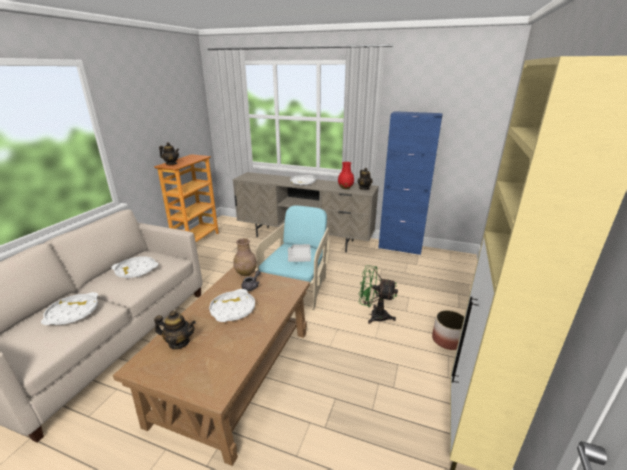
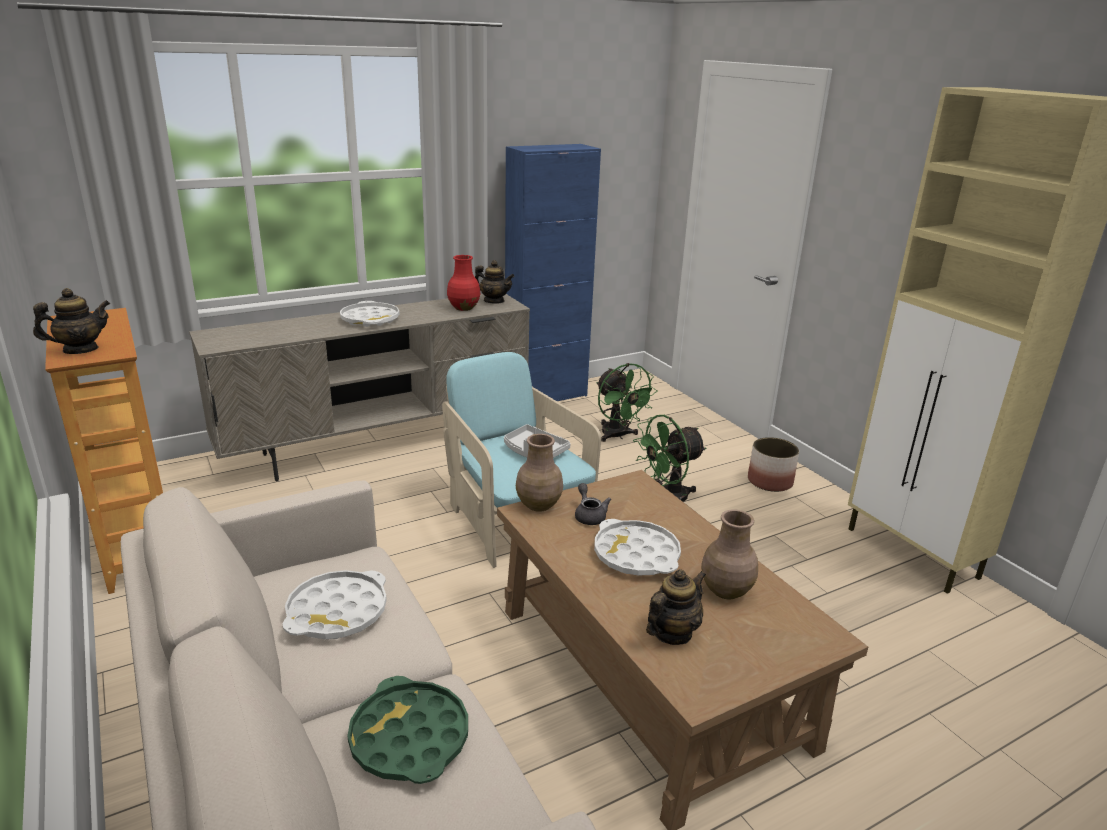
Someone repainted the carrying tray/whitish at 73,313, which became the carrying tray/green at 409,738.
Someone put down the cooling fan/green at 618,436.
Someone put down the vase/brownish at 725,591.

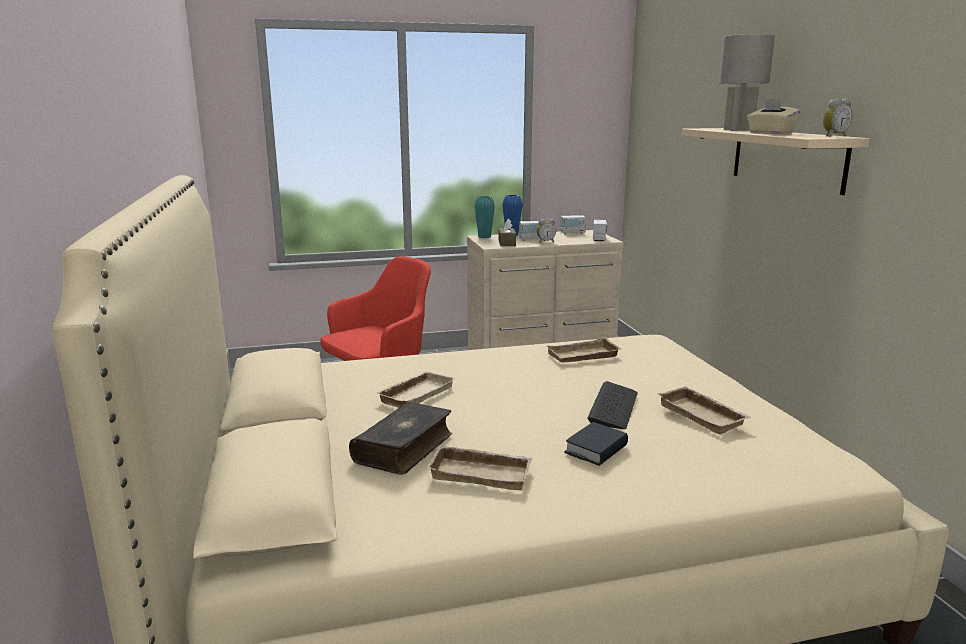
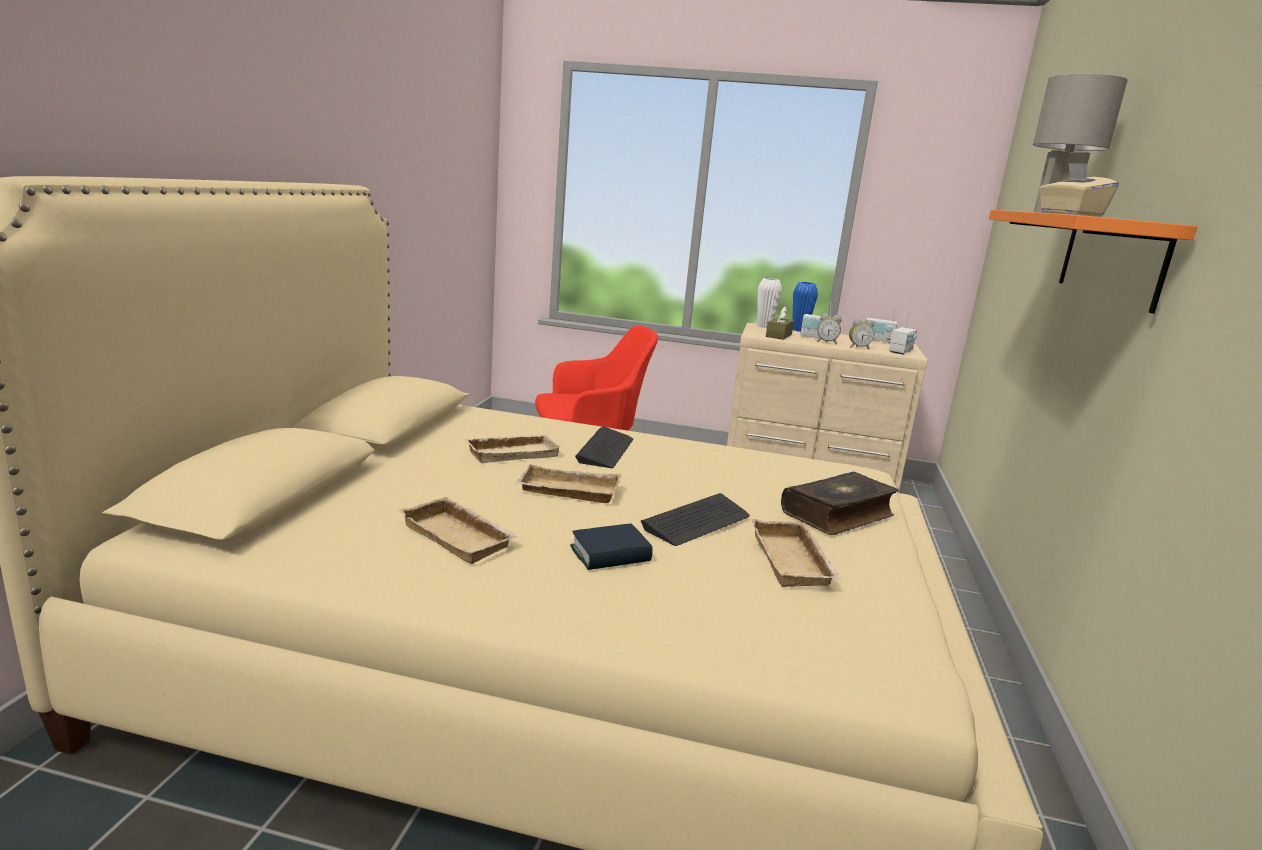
Someone carried the book from 405,448 to 838,515.
Someone repainted the vase/blue-green at 484,237, which became the vase/whitish at 764,326.
Someone carried the carrying tray/beige from 583,356 to 567,491.
Someone repainted the bracket shelf/beige at 787,158, which became the bracket shelf/orange at 1111,258.
Someone carried the table clock from 833,136 to 858,348.
Someone put down the PC keyboard at 605,450.

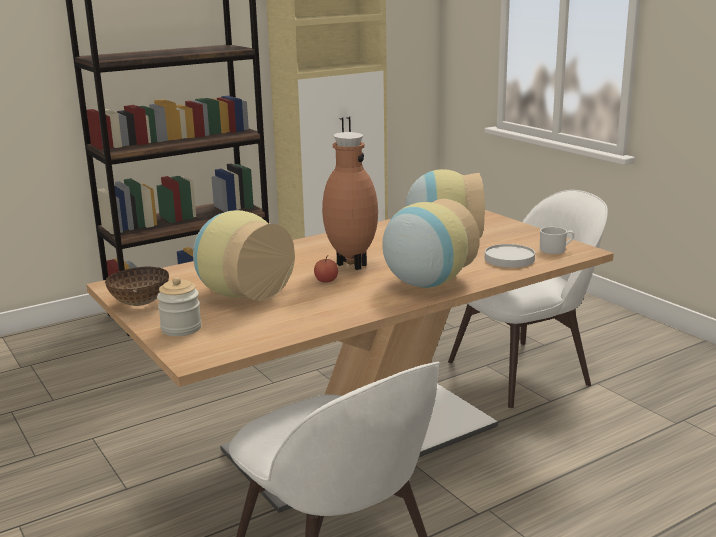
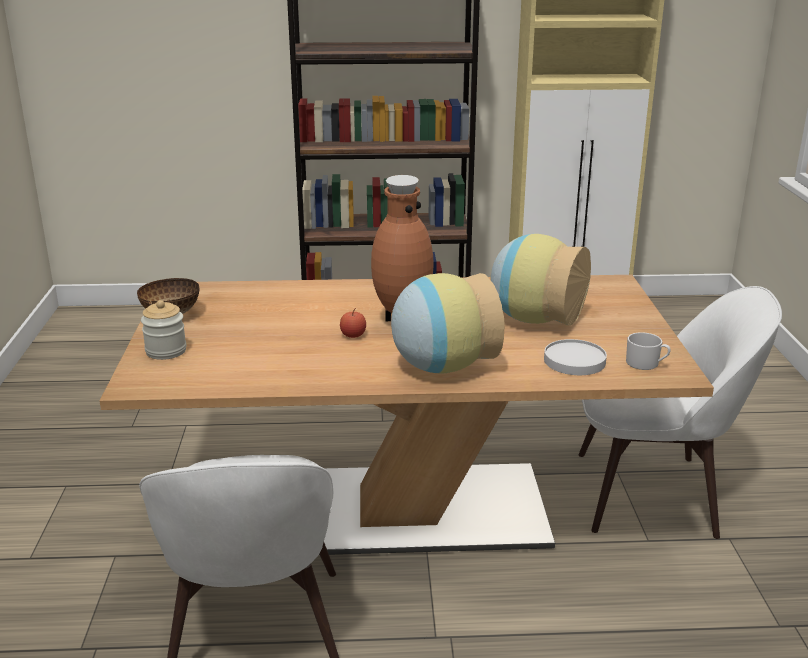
Someone took away the vase at 241,294.

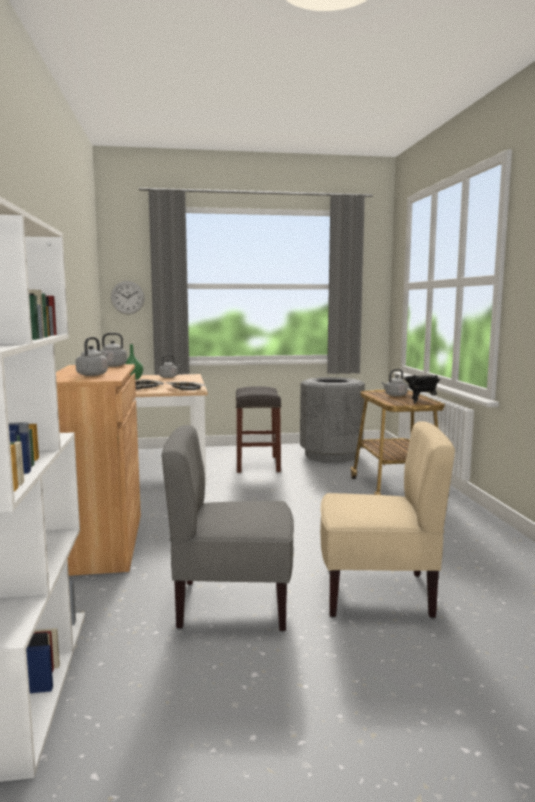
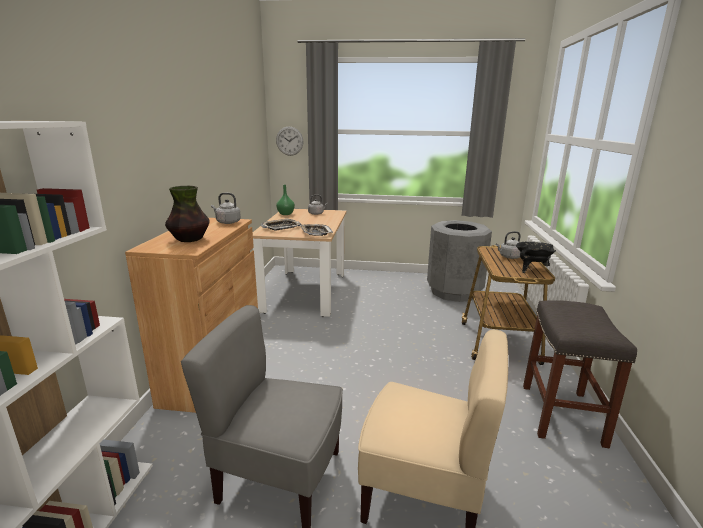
Someone swapped the tea kettle/greyish at 93,374 for the vase at 190,239.
Someone carried the stool/greyish from 258,464 to 562,415.

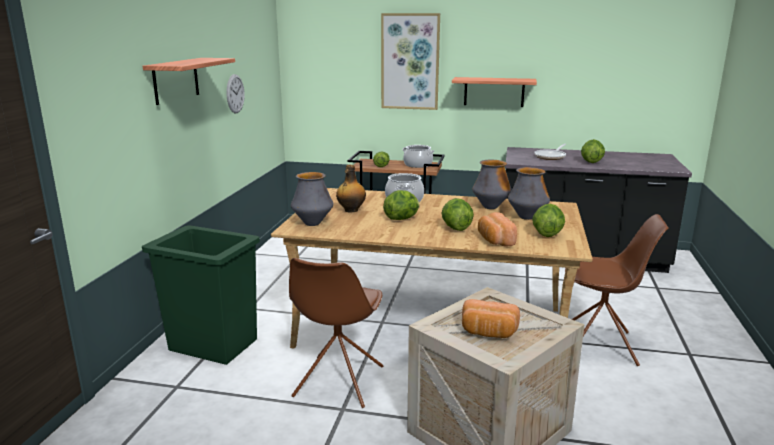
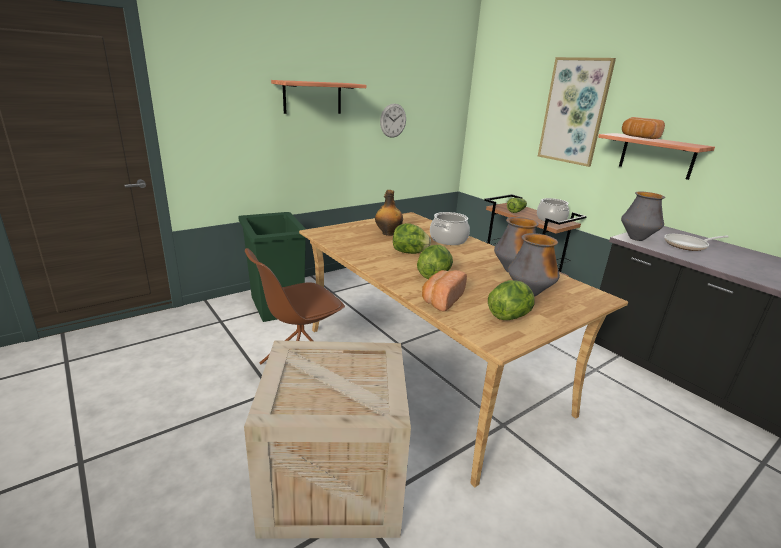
Someone carried the vase from 312,223 to 636,238.
Someone carried the bread from 488,333 to 638,137.
Someone took away the chair/brownish at 600,345.
Someone took away the lettuce at 590,162.

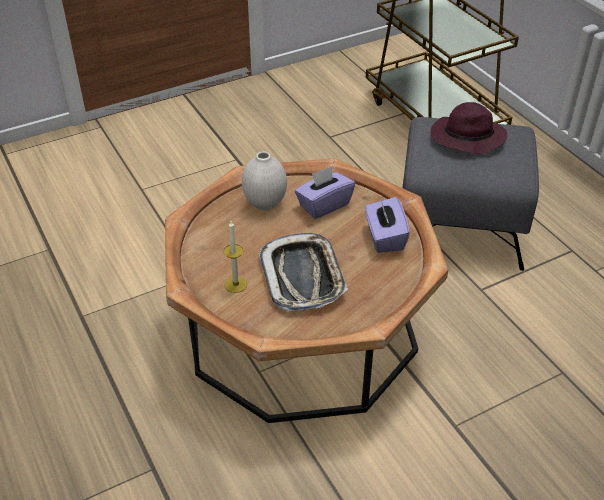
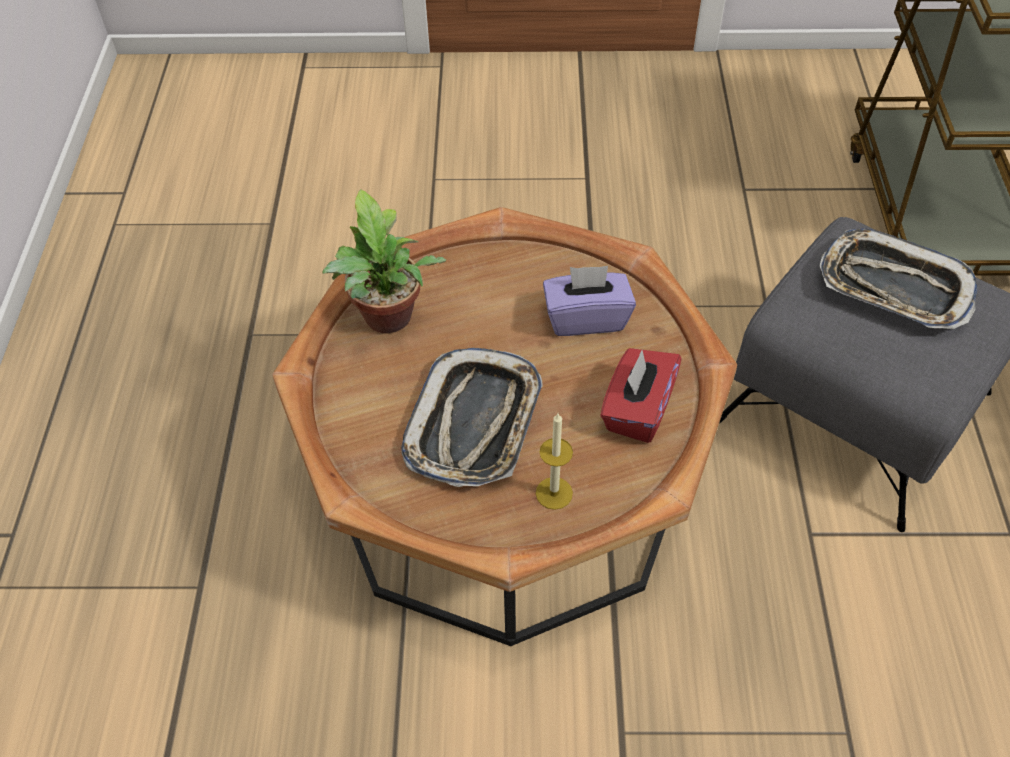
Someone carried the wax candle from 236,284 to 554,493.
Someone took away the vase/whitish at 265,204.
Someone repainted the tissue box/purple-coloured at 384,238, which became the tissue box/red at 637,410.
Someone swapped the hat/purple-coloured at 466,138 for the carrying tray at 893,287.
Someone put down the plant in a pot at 389,321.

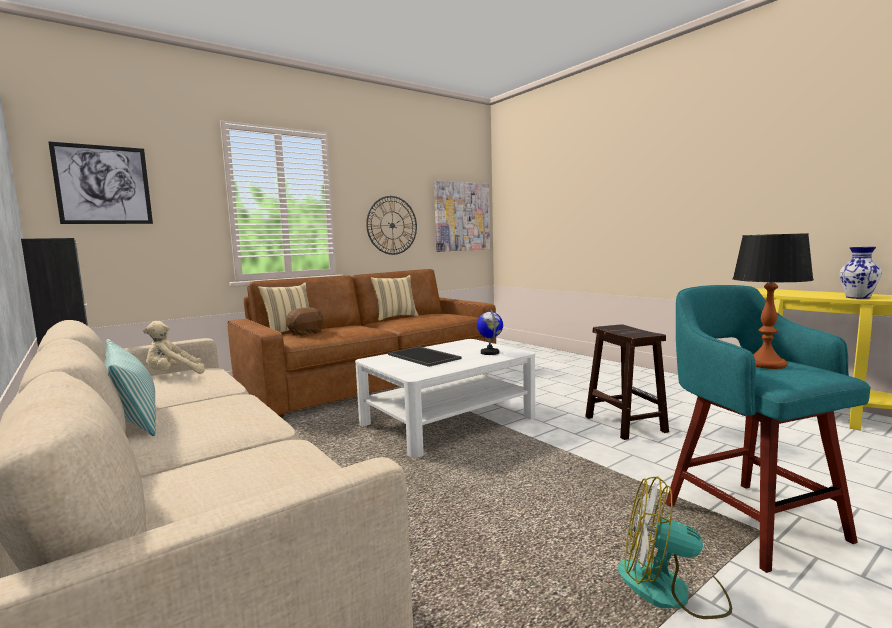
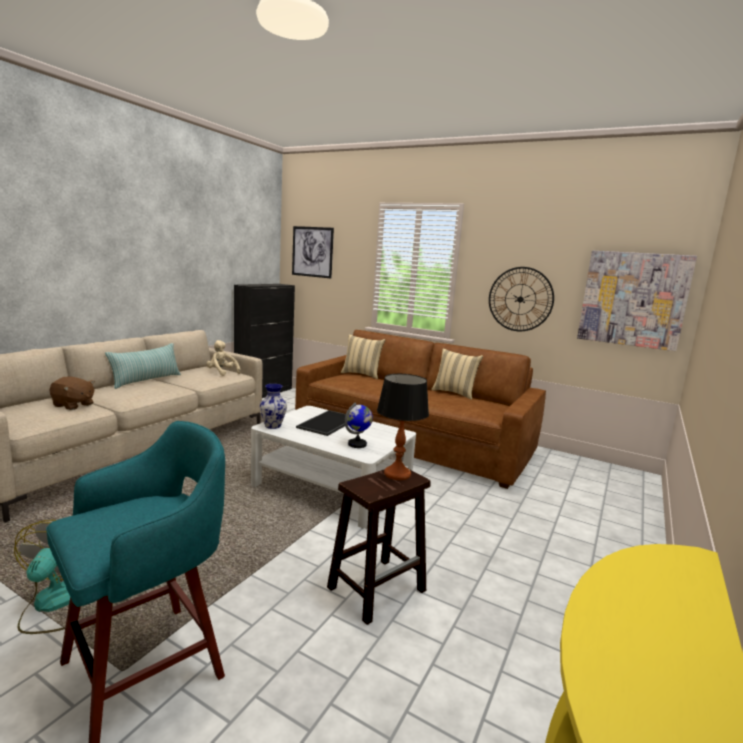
Someone carried the cuddly toy/brownish from 306,333 to 73,405.
Someone carried the lamp for a table from 766,364 to 397,474.
Someone carried the vase from 857,297 to 273,426.

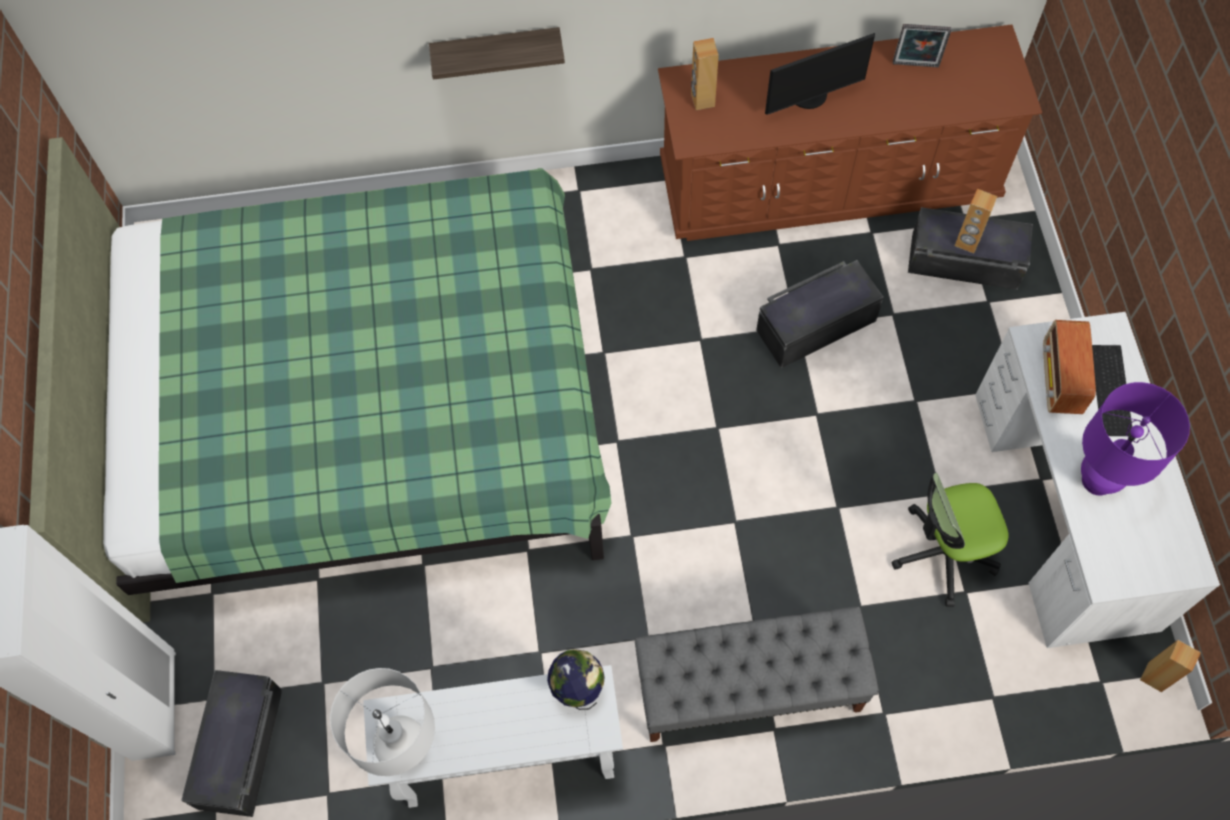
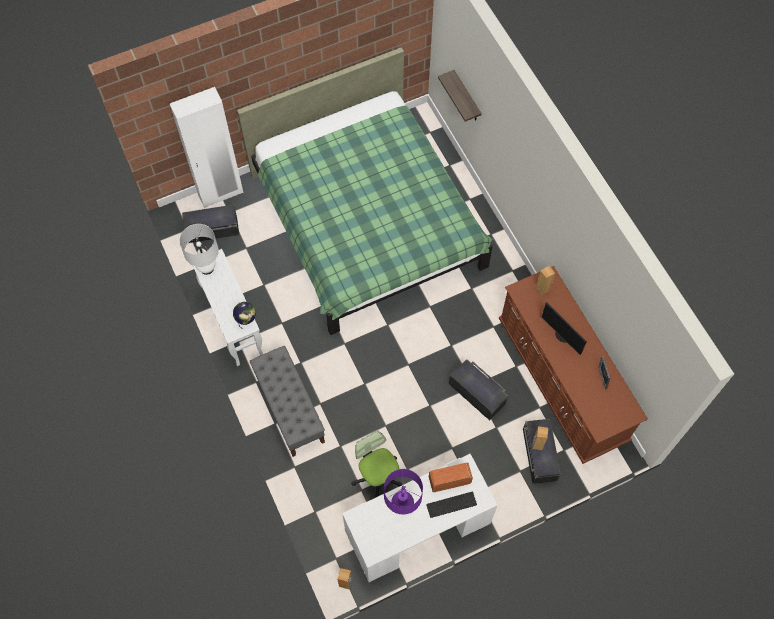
Someone carried the bracket shelf from 496,50 to 467,97.

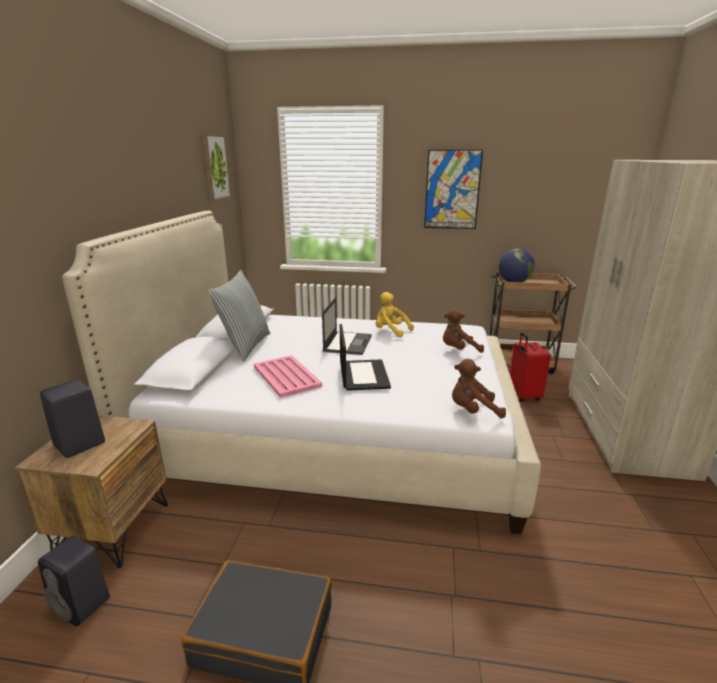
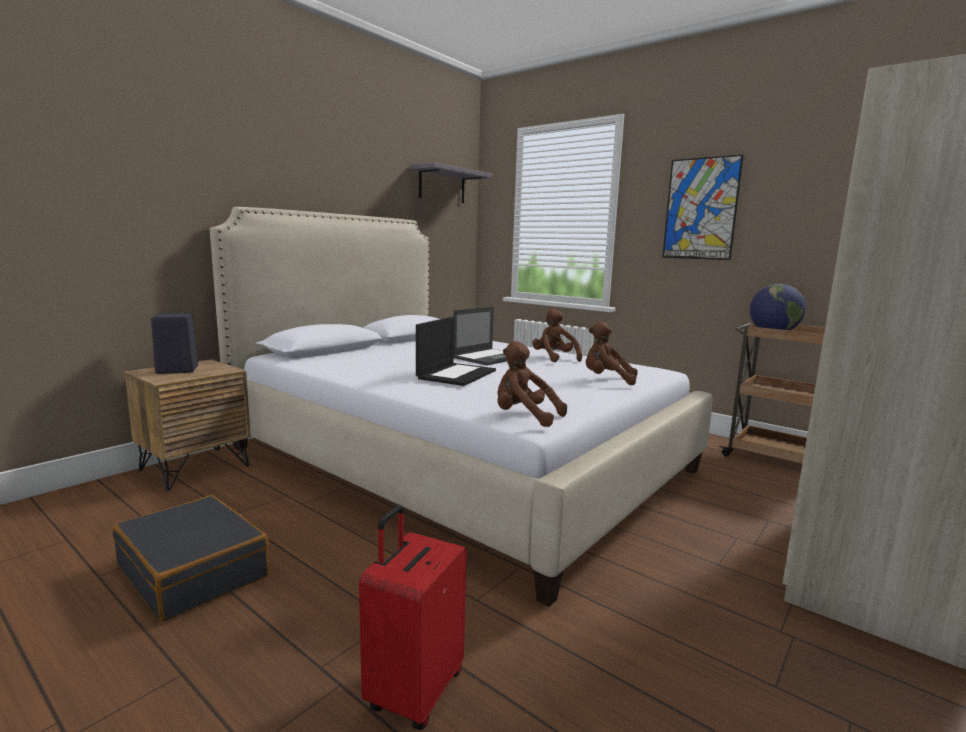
Someone took away the audio speaker/blackish at 83,604.
Someone swapped the wall picture at 216,167 for the bracket shelf/greyish at 442,185.
Someone took away the pillow at 245,346.
Someone took away the carrying tray/pink-coloured at 286,376.
Someone repainted the cuddly toy/yellowish at 390,331, which became the cuddly toy/brownish at 554,358.
Someone carried the travel case/red from 523,395 to 413,691.

